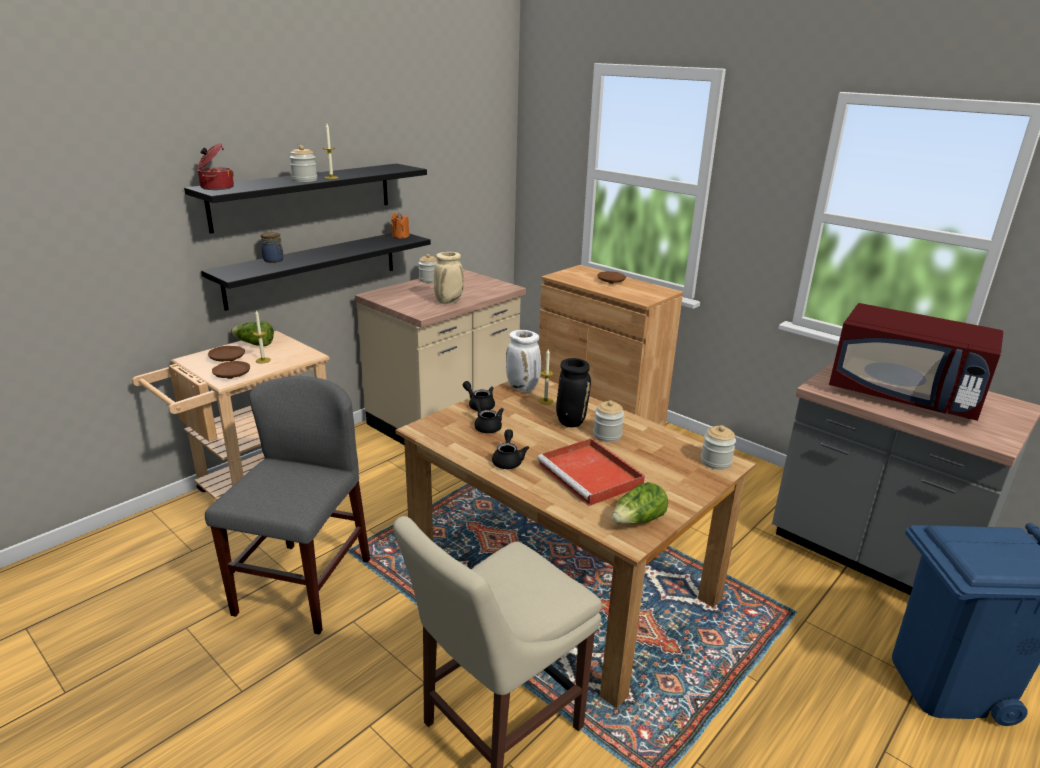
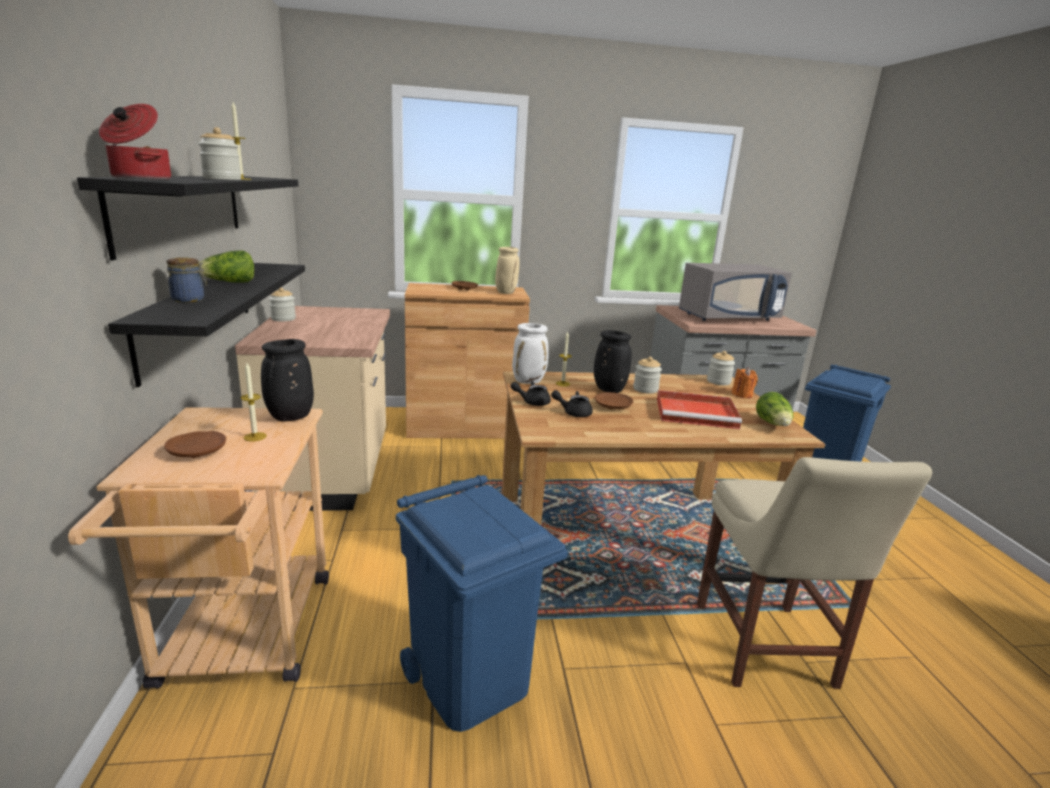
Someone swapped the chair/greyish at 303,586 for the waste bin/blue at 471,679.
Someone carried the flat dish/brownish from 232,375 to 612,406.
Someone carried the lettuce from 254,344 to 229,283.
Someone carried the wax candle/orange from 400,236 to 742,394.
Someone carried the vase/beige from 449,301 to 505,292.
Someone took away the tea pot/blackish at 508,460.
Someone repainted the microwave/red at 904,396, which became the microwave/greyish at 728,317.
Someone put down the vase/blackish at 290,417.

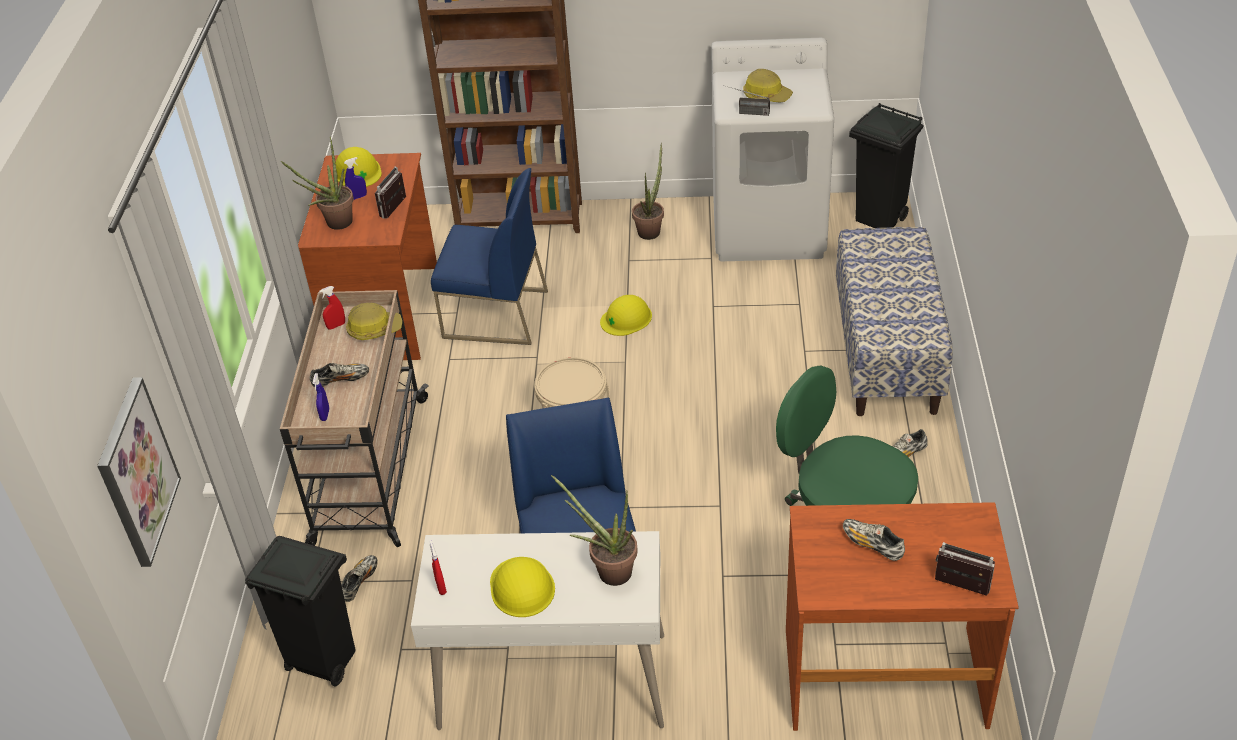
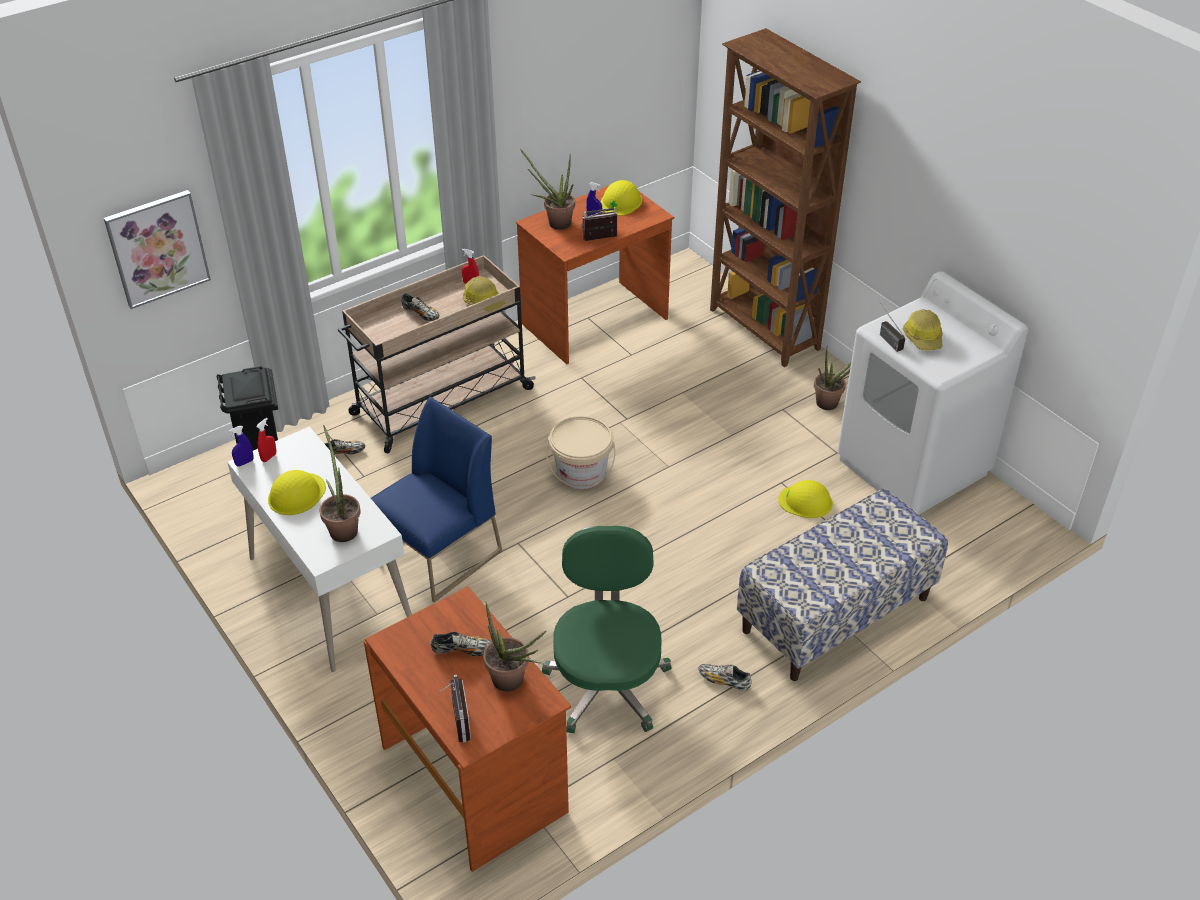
Someone carried the spray bottle/blue from 325,415 to 244,462.
Someone took away the chair/blue at 494,315.
Someone carried the hard hat/yellowish from 626,318 to 805,501.
Someone rotated the item of footwear at 872,545 by 90 degrees clockwise.
Someone took away the waste bin/blackish at 880,219.
Someone put down the plant in a pot at 513,683.

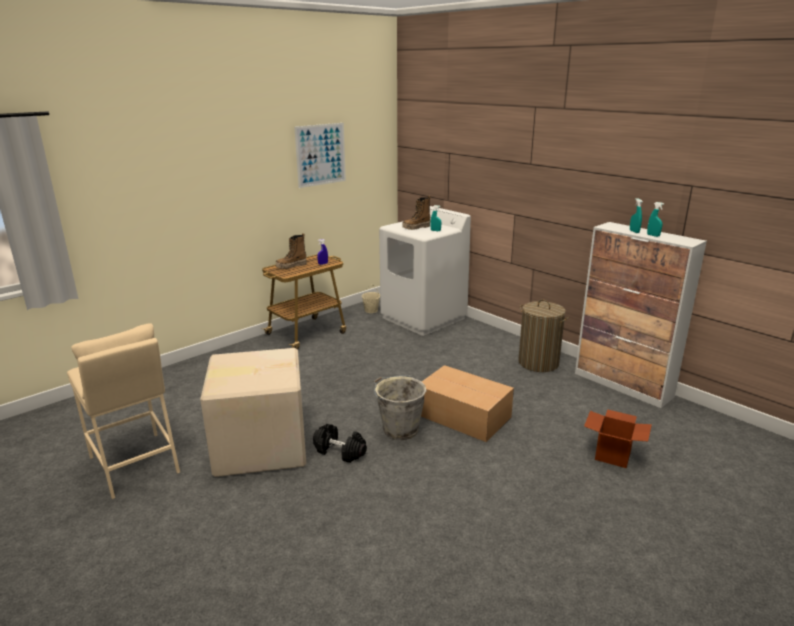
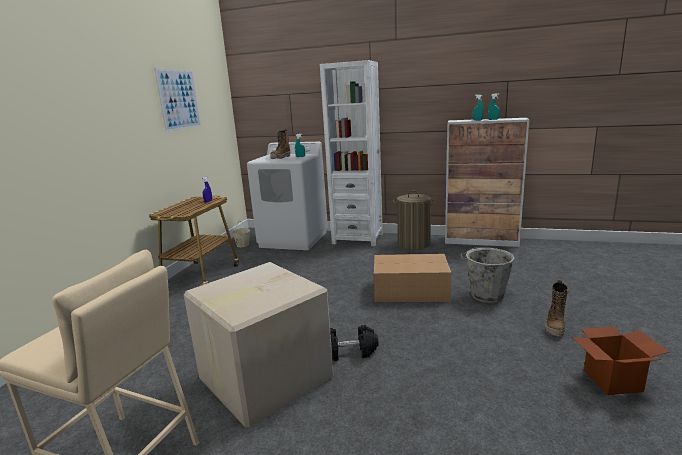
Someone carried the high-top boot from 291,266 to 555,327.
Someone carried the bucket/greyish from 399,429 to 485,295.
Someone carried the packing box from 613,455 to 612,381.
Someone put down the bookshelf/whitish at 357,238.

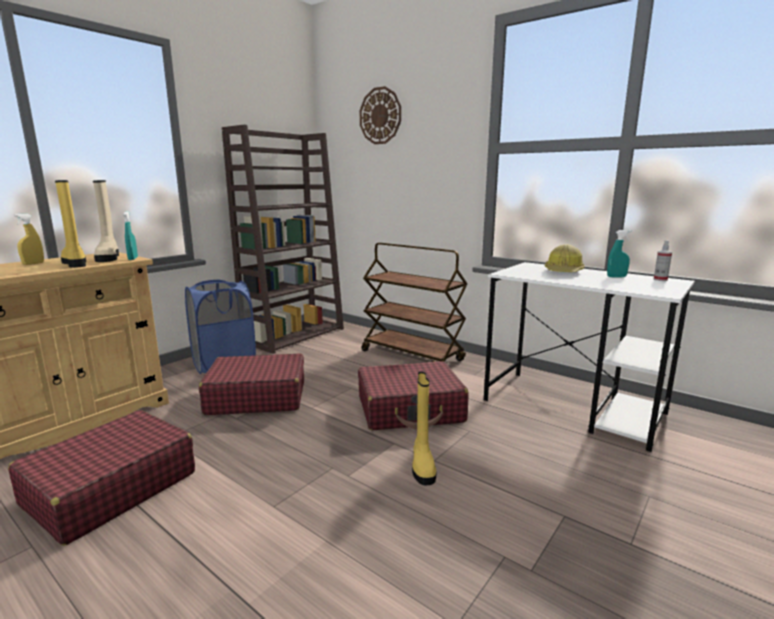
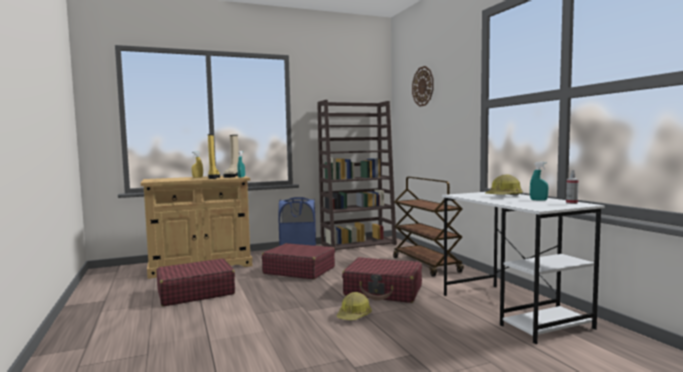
Someone swapped the high-top boot/yellowish at 422,465 for the hard hat at 354,315.

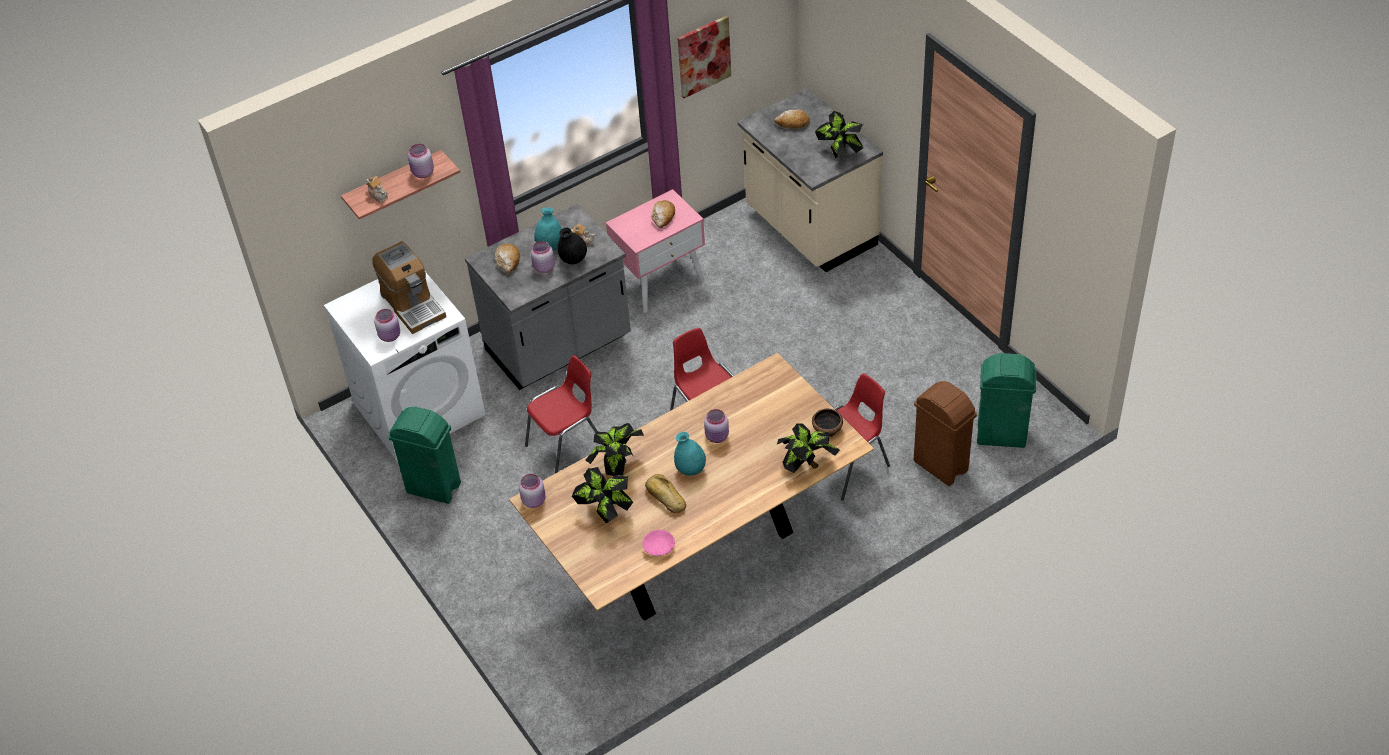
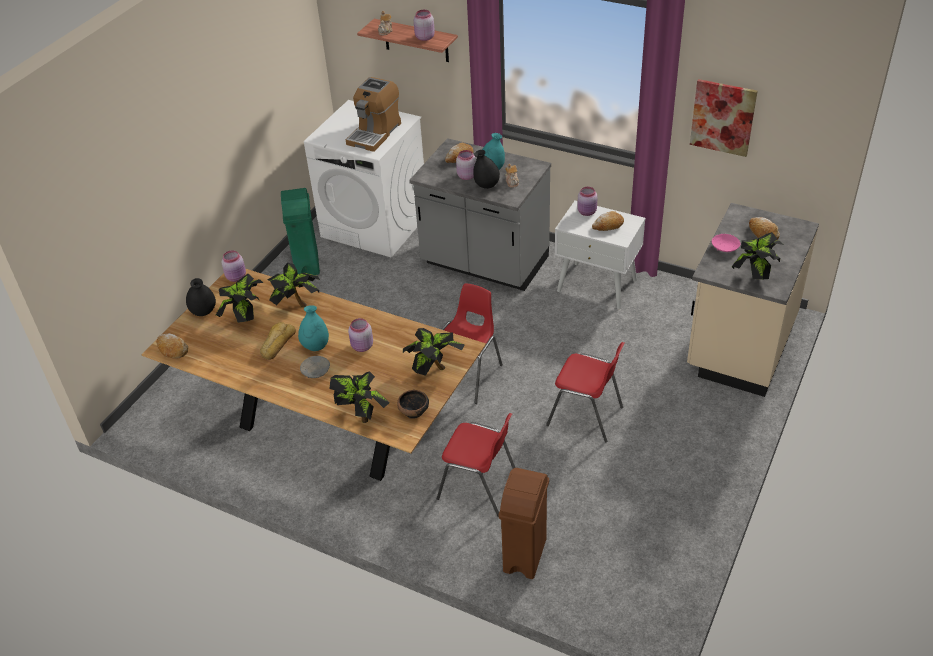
Someone carried the storage jar/pink-coloured from 390,336 to 587,212.
Someone carried the chair/red from 567,447 to 586,416.
Someone repainted the bedside table/pink-coloured at 660,281, which became the bedside table/whitish at 597,285.
Someone carried the serving bowl/pink-coloured from 659,547 to 725,248.
Someone took away the waste bin/green at 1002,436.
Someone put down the bread at 172,349.
Someone put down the vase/blackish at 203,312.
Someone put down the serving bowl/greyish at 315,371.
Someone put down the plant in a pot at 434,369.

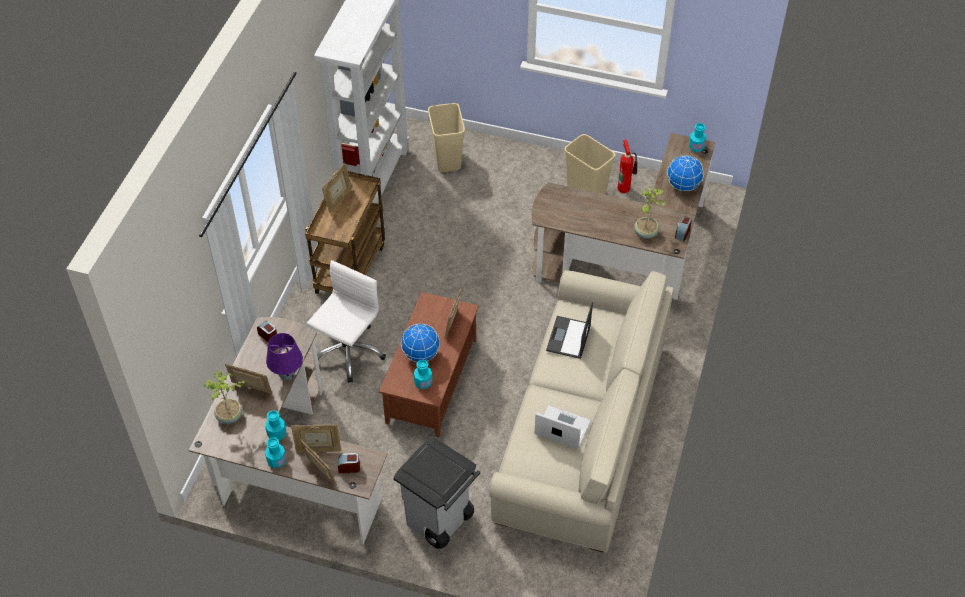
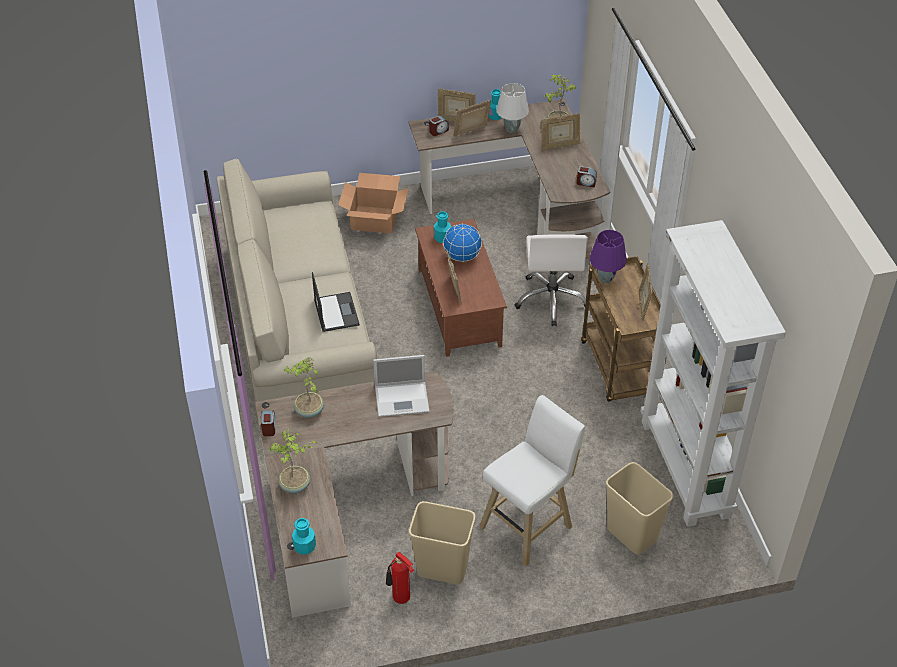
Someone swapped the bottle/blue-green at 277,434 for the lamp for a table/whitish at 511,129.
Someone carried the lamp for a table/purple-coloured from 287,376 to 605,278.
Someone swapped the waste bin/greyish at 439,521 for the packing box at 374,219.
Someone carried the notebook computer from 561,428 to 403,399.
Someone swapped the globe at 683,185 for the plant in a pot at 295,486.
Someone put down the stool/whitish at 529,525.

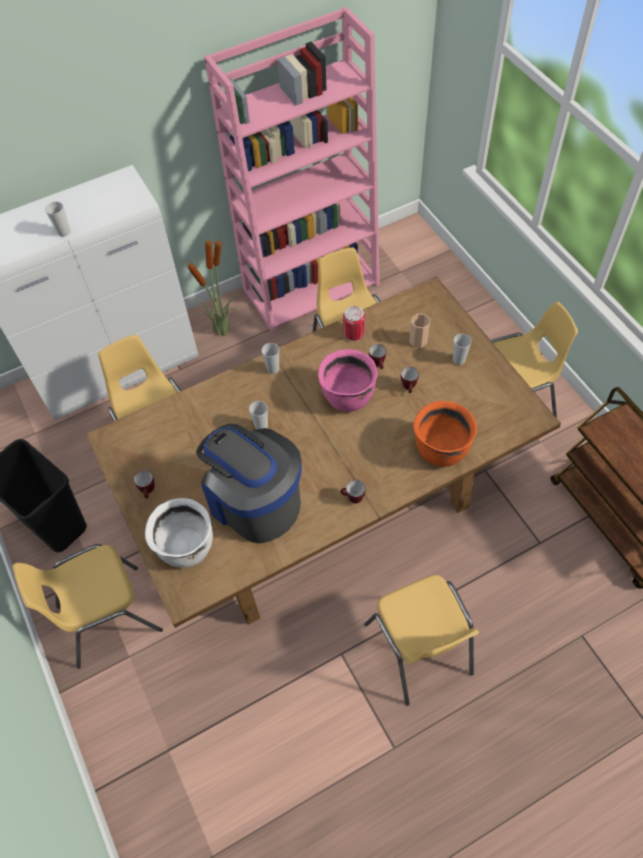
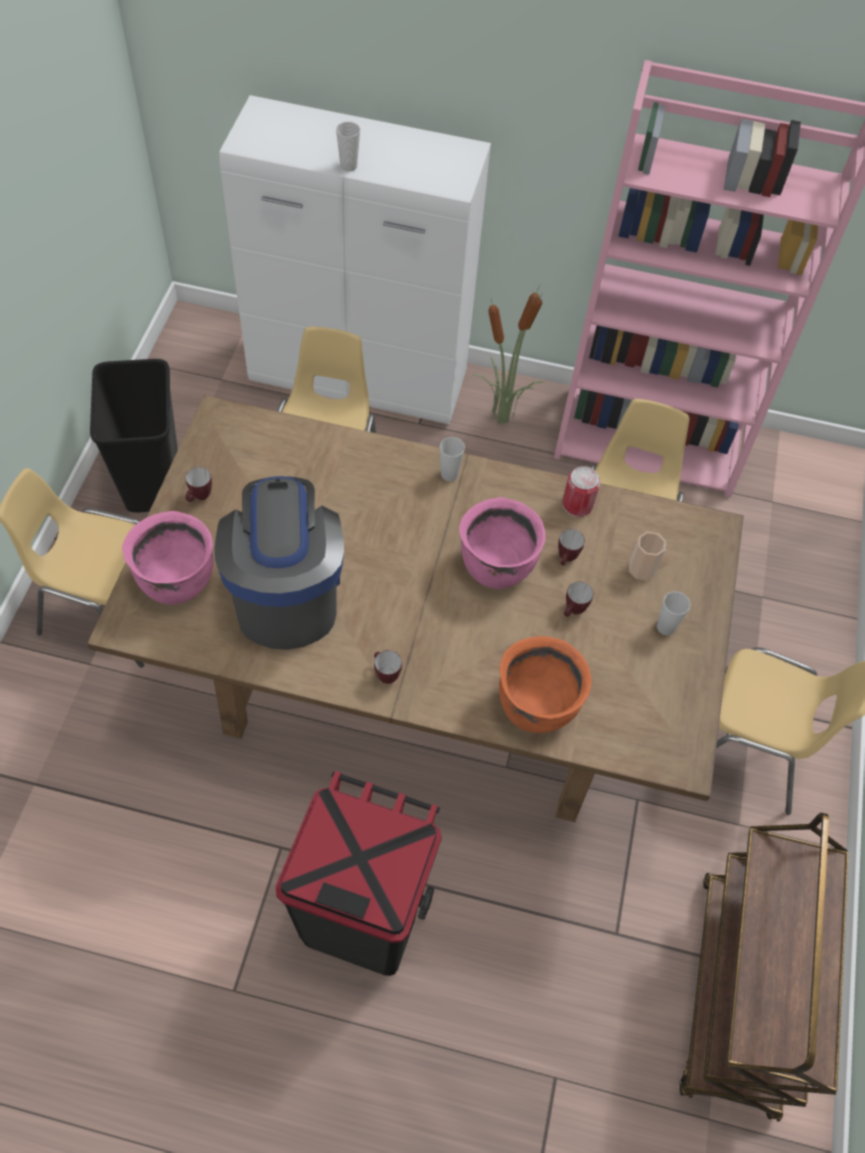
Someone repainted the saucepot/whitish at 186,547, which became the saucepot/pink-coloured at 176,580.
Someone took away the drinking cup at 261,426.
Someone swapped the chair/yellowish at 419,649 for the waste bin/blackish at 362,919.

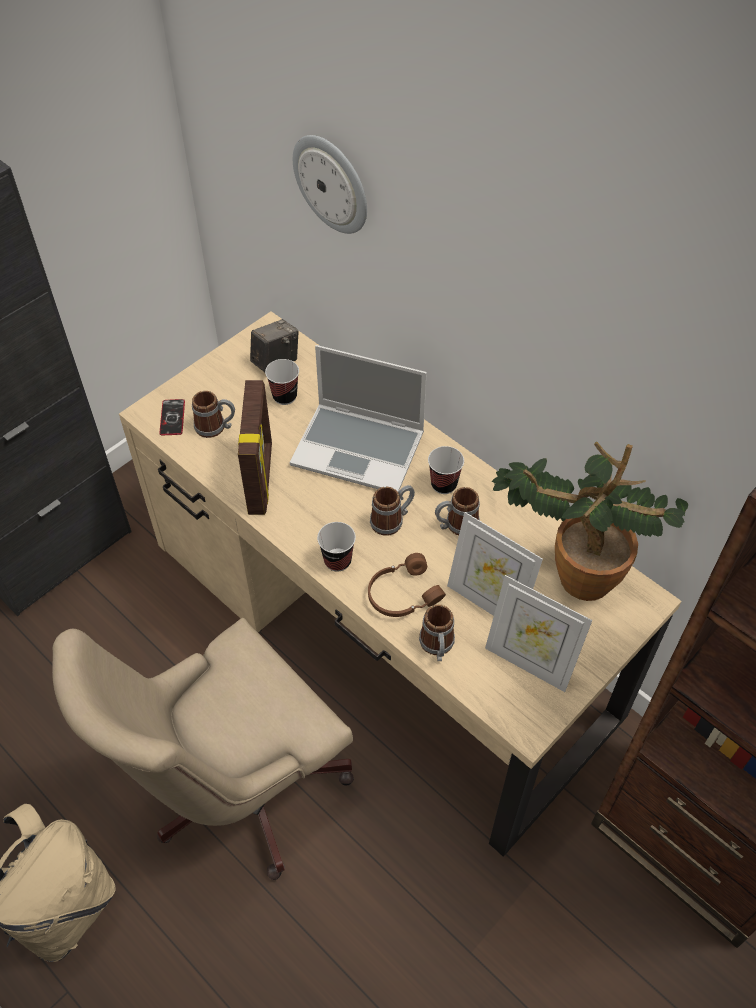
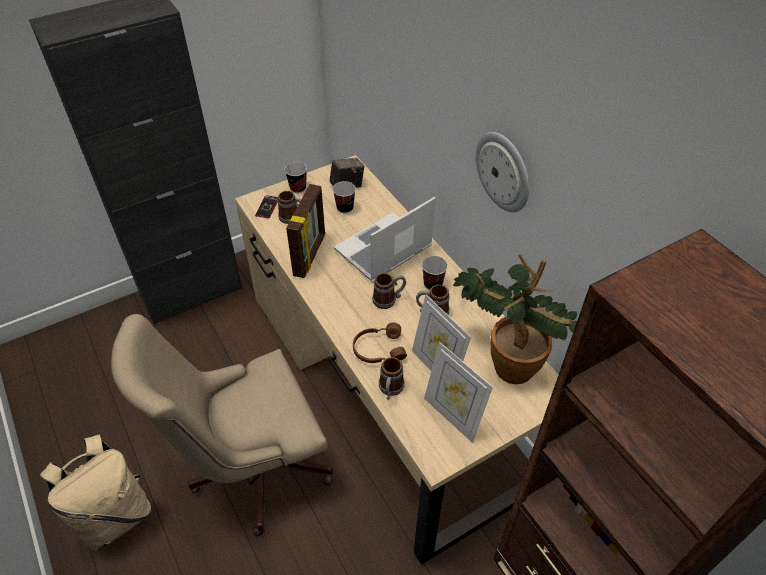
Someone rotated the notebook computer at 360,449 by 105 degrees clockwise.
Someone carried the hanging clock from 332,183 to 504,171.
Someone carried the drinking cup from 337,560 to 298,188.

